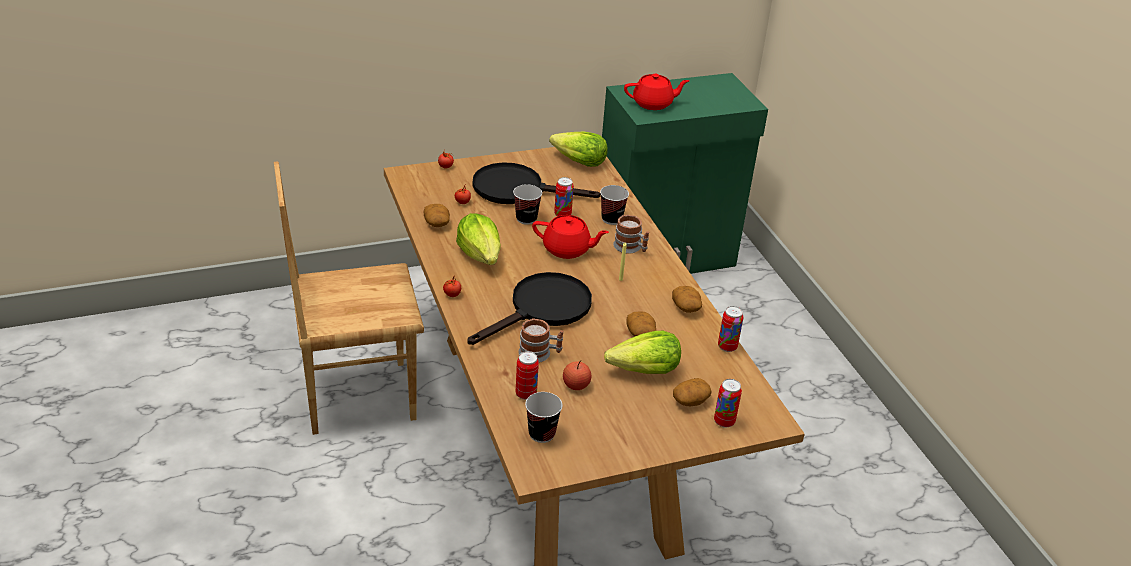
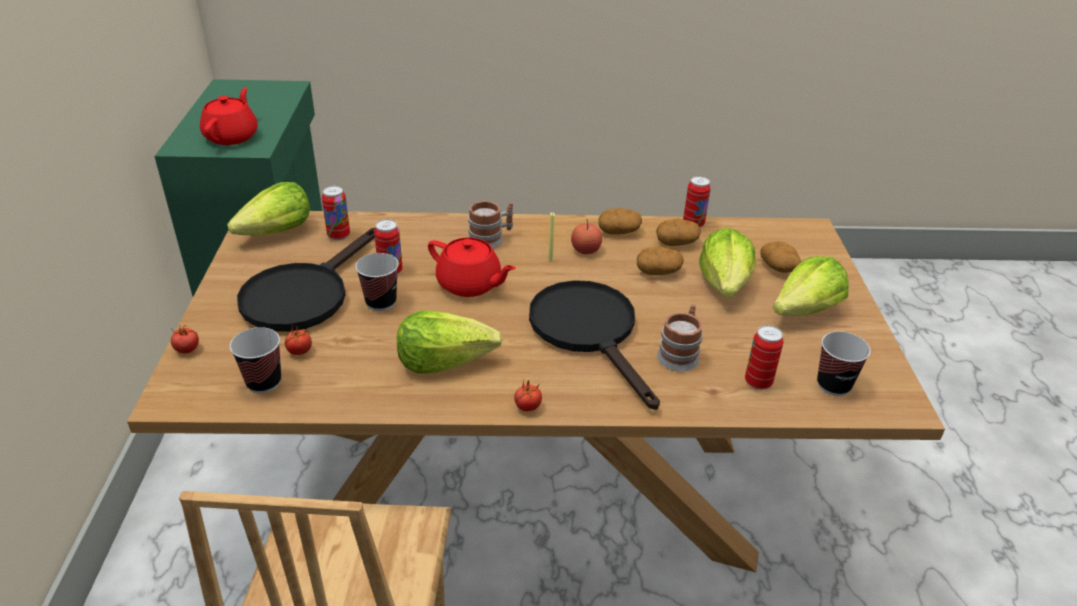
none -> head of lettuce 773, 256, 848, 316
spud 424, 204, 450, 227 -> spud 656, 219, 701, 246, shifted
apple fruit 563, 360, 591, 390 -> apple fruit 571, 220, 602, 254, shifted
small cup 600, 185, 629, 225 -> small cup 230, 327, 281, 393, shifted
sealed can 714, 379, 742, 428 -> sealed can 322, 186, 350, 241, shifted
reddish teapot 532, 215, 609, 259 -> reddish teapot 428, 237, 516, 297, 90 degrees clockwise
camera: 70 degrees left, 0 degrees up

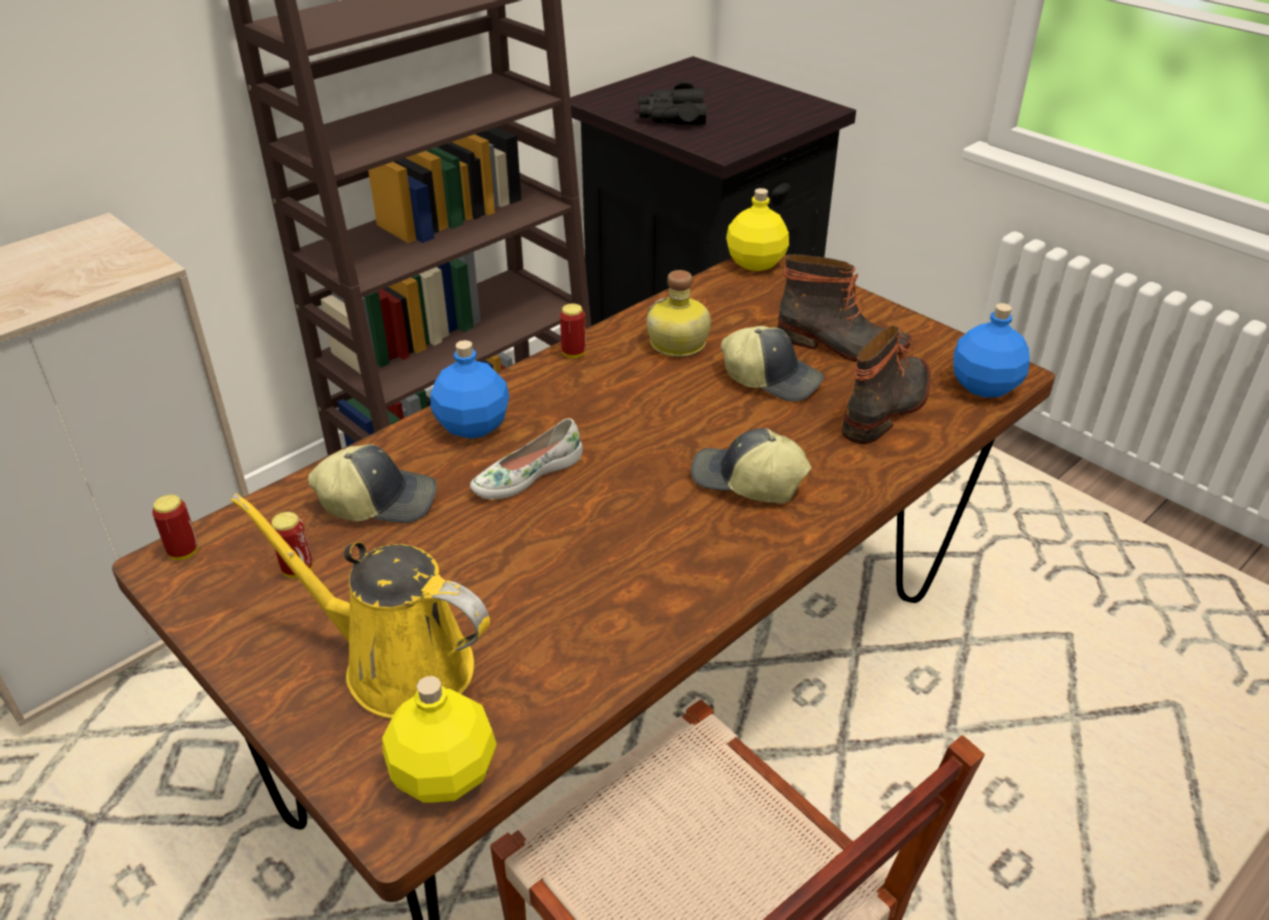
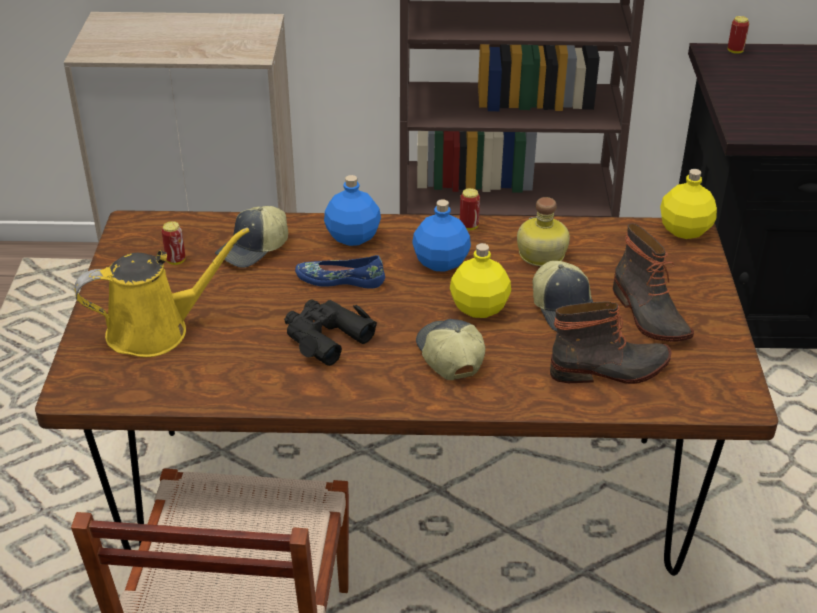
sealed can 152, 495, 199, 560 -> sealed can 728, 16, 749, 54, shifted
yellow-coloured beverage bottle 382, 676, 497, 803 -> yellow-coloured beverage bottle 450, 243, 511, 318, shifted
black binoculars 639, 82, 707, 125 -> black binoculars 284, 299, 377, 366, shifted
blue beverage bottle 953, 303, 1030, 398 -> blue beverage bottle 412, 199, 471, 272, shifted
white item of footwear 470, 418, 583, 499 -> blue item of footwear 295, 255, 385, 289
yellow-coloured sprinkling can 230, 493, 490, 719 -> yellow-coloured sprinkling can 74, 227, 250, 357, 90 degrees clockwise
baseball cap 308, 444, 437, 523 -> baseball cap 215, 206, 288, 268, 90 degrees clockwise
camera: 45 degrees right, 0 degrees up

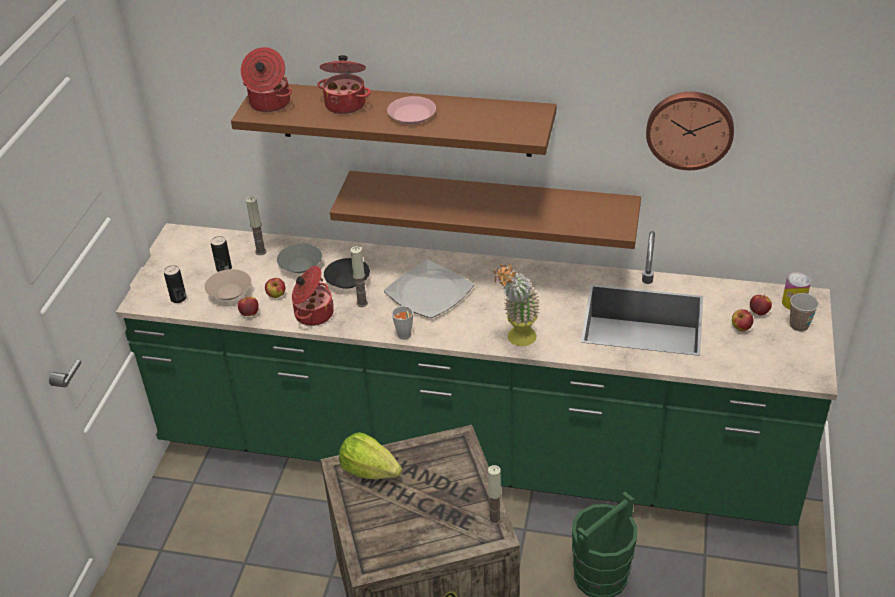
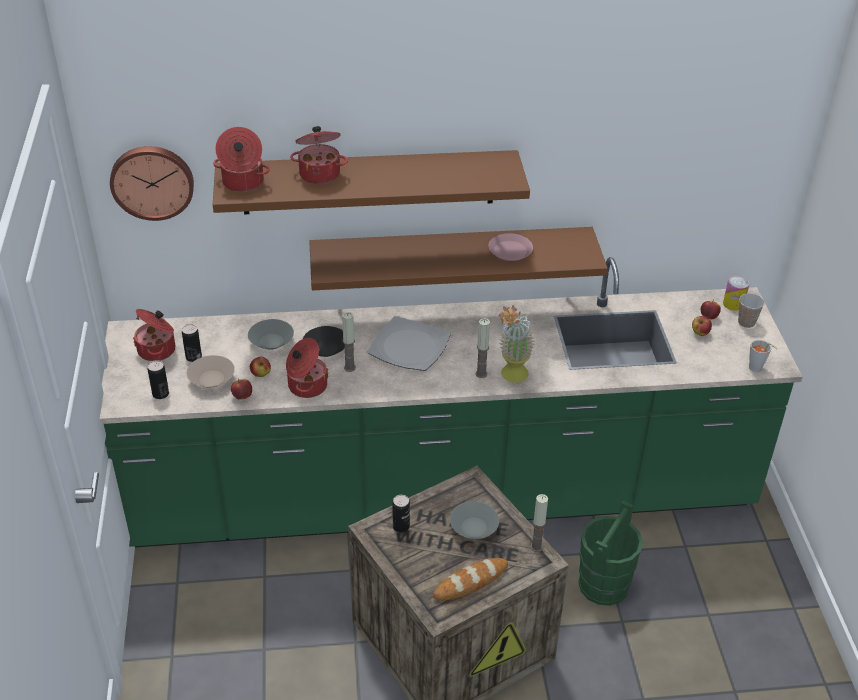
none -> stockpot 133, 309, 175, 361
none -> bread 433, 558, 508, 601
none -> grey serving bowl 450, 501, 499, 539
wax candle 246, 196, 266, 255 -> wax candle 476, 318, 490, 378, shifted
pinkish flat dish 387, 96, 436, 124 -> pinkish flat dish 488, 233, 533, 261, shifted
grey small cup 392, 306, 413, 340 -> grey small cup 749, 340, 778, 372, shifted
hanging clock 646, 92, 734, 170 -> hanging clock 110, 146, 194, 221, shifted
head of lettuce 339, 432, 402, 479 -> sealed can 393, 495, 410, 533
camera: 20 degrees left, 0 degrees up

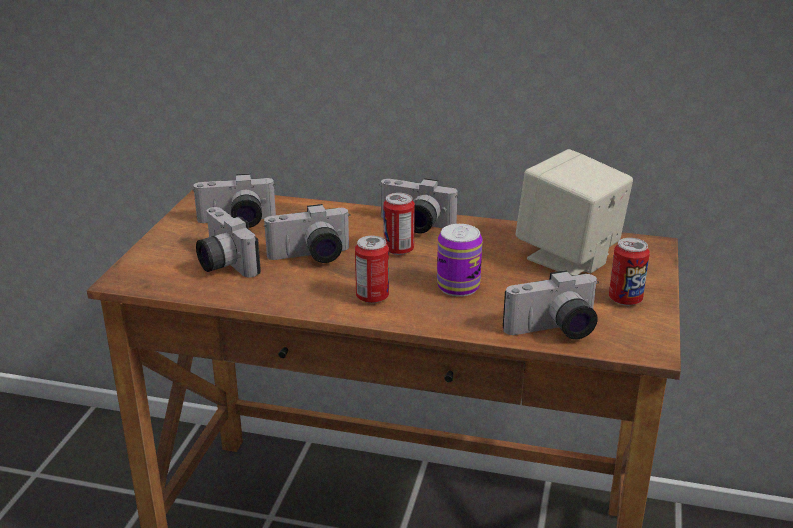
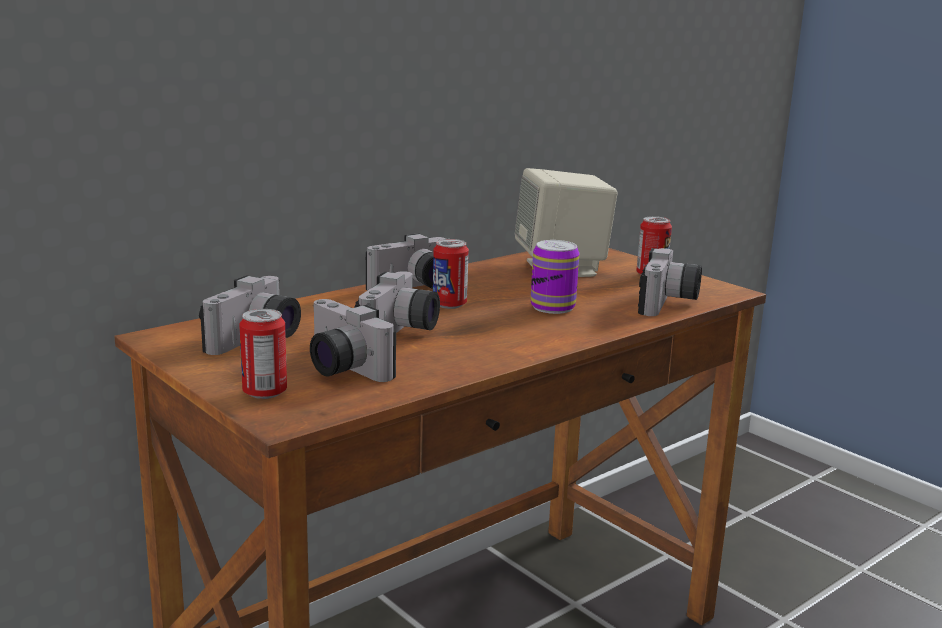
sealed can 355, 236, 389, 303 -> sealed can 239, 309, 287, 399, shifted
photo camera 196, 207, 261, 277 -> photo camera 310, 299, 396, 382, 45 degrees clockwise
camera: 55 degrees left, 10 degrees down

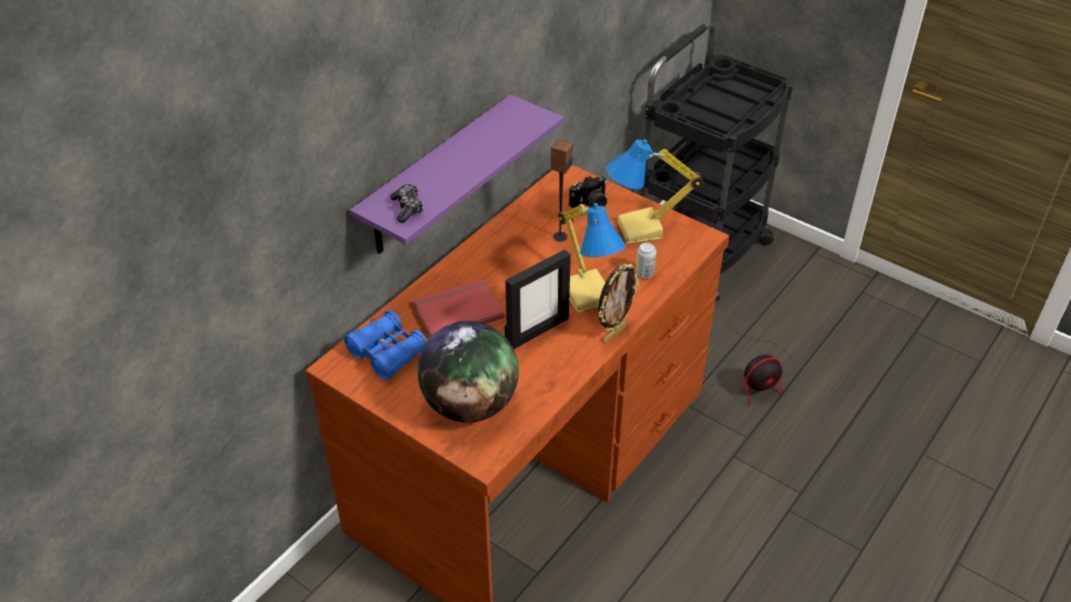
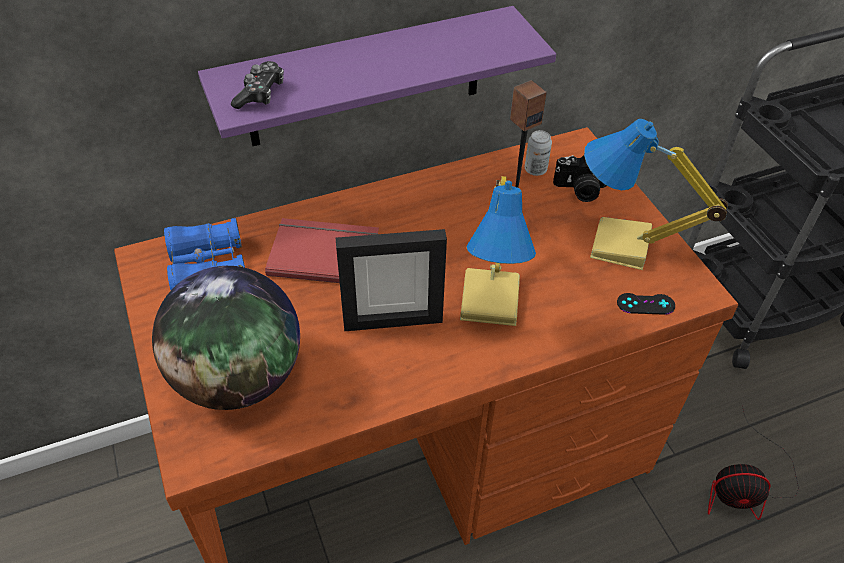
picture frame 598, 263, 639, 343 -> none
none -> black gamepad 617, 293, 675, 315
sealed can 636, 242, 656, 278 -> sealed can 525, 130, 552, 176, shifted
camera: 30 degrees right, 5 degrees up

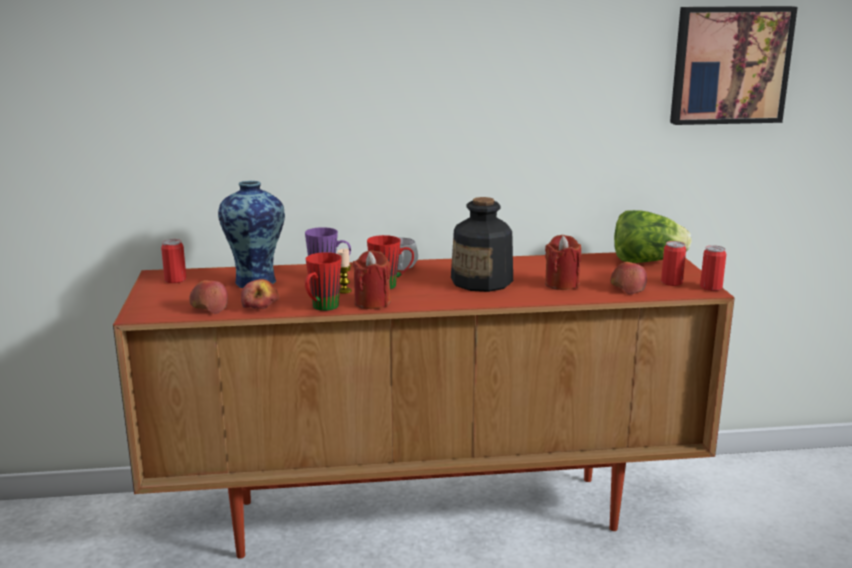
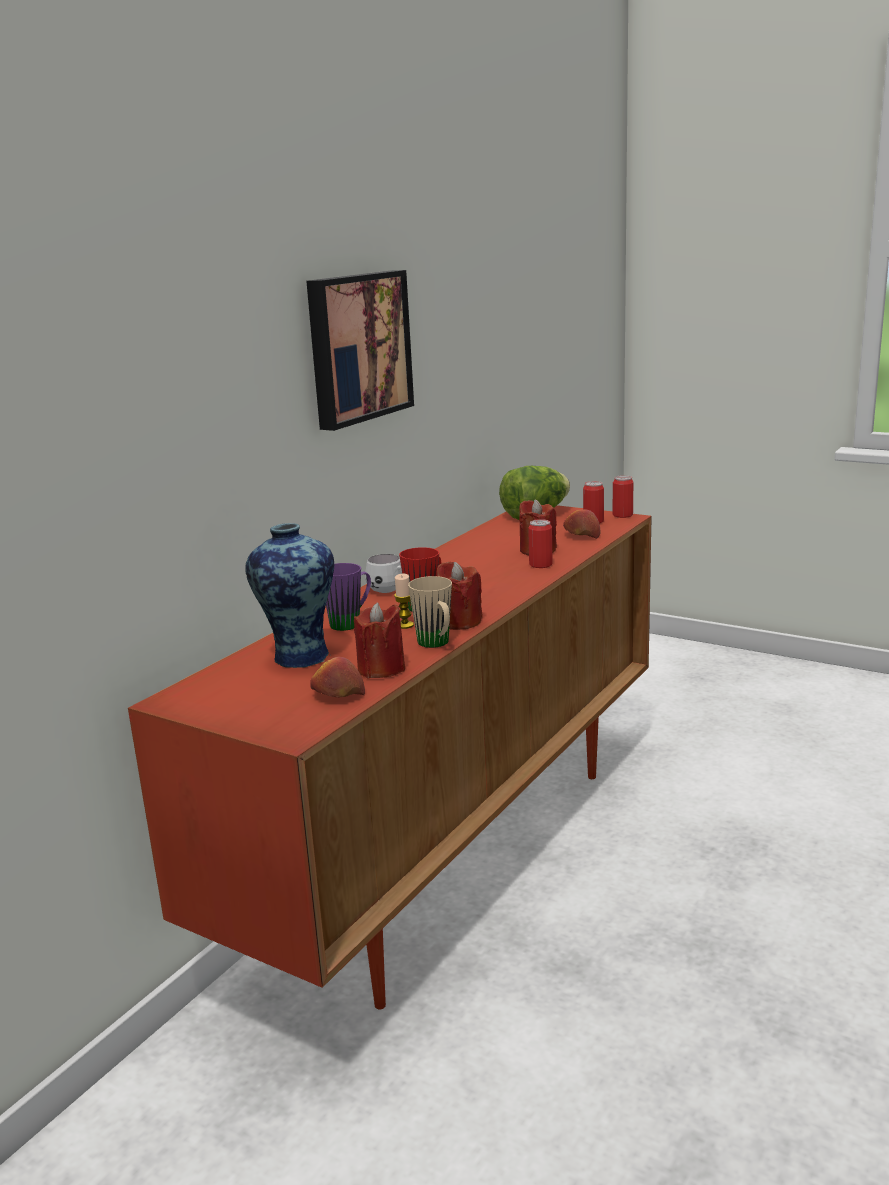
beverage bottle 451, 197, 513, 292 -> none
sealed can 161, 239, 186, 283 -> sealed can 528, 519, 553, 568, shifted
wall picture 670, 6, 798, 125 -> wall picture 306, 270, 414, 431, shifted
apple fruit 241, 279, 279, 309 -> reddish wax candle 354, 602, 405, 678
reddish mug 305, 252, 342, 311 -> beige-coloured mug 408, 576, 452, 648
camera: 50 degrees left, 0 degrees up

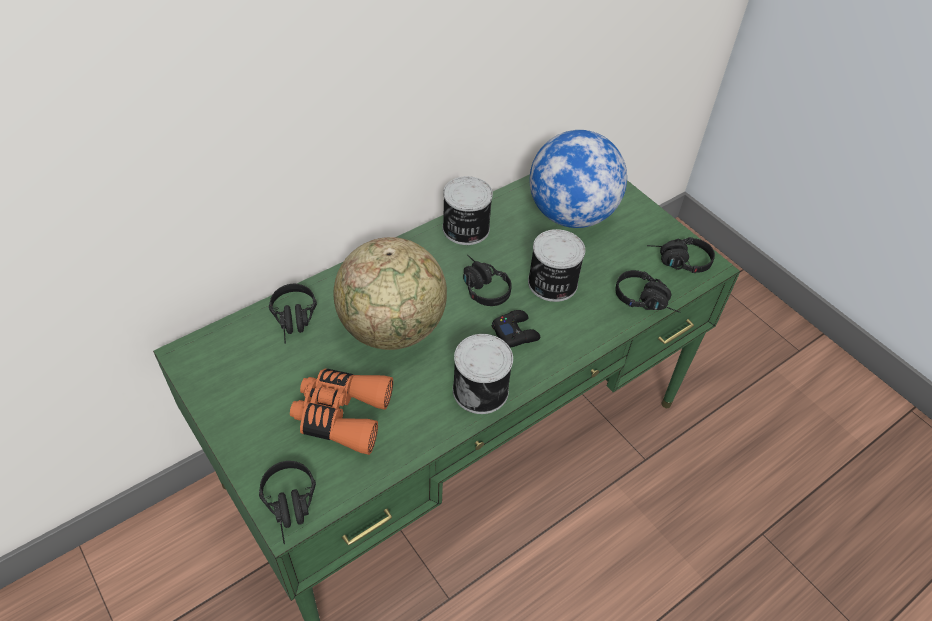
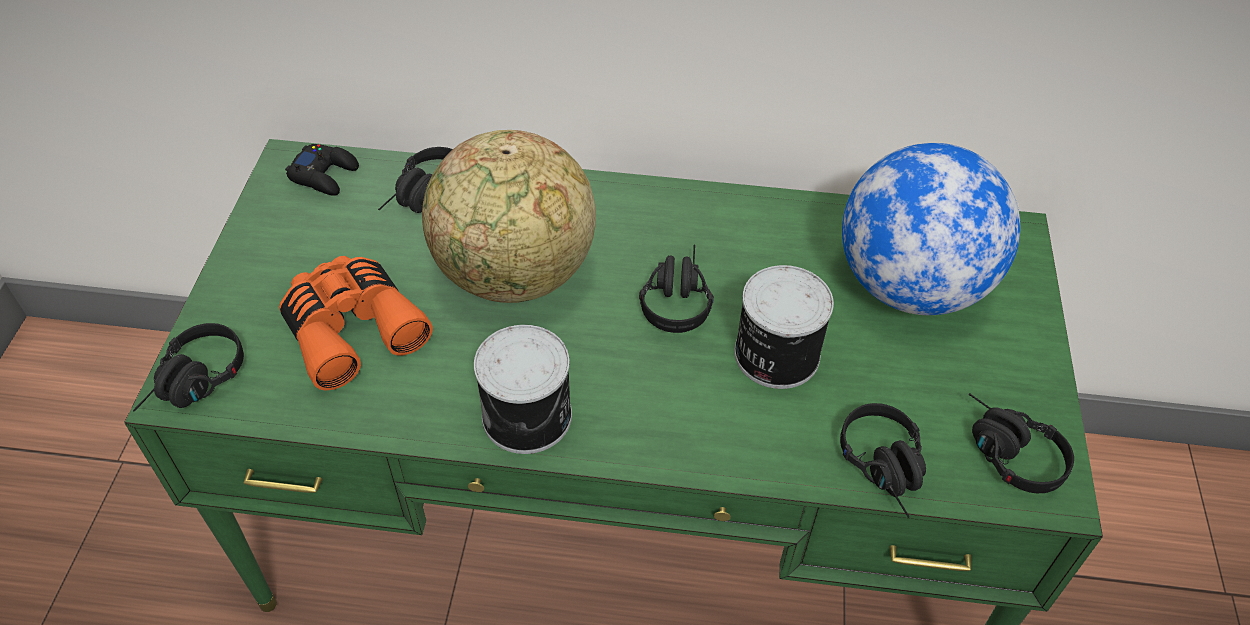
sealed can 443, 176, 493, 245 -> none
black gamepad 492, 310, 540, 347 -> black gamepad 285, 144, 359, 196, shifted
camera: 45 degrees right, 0 degrees up

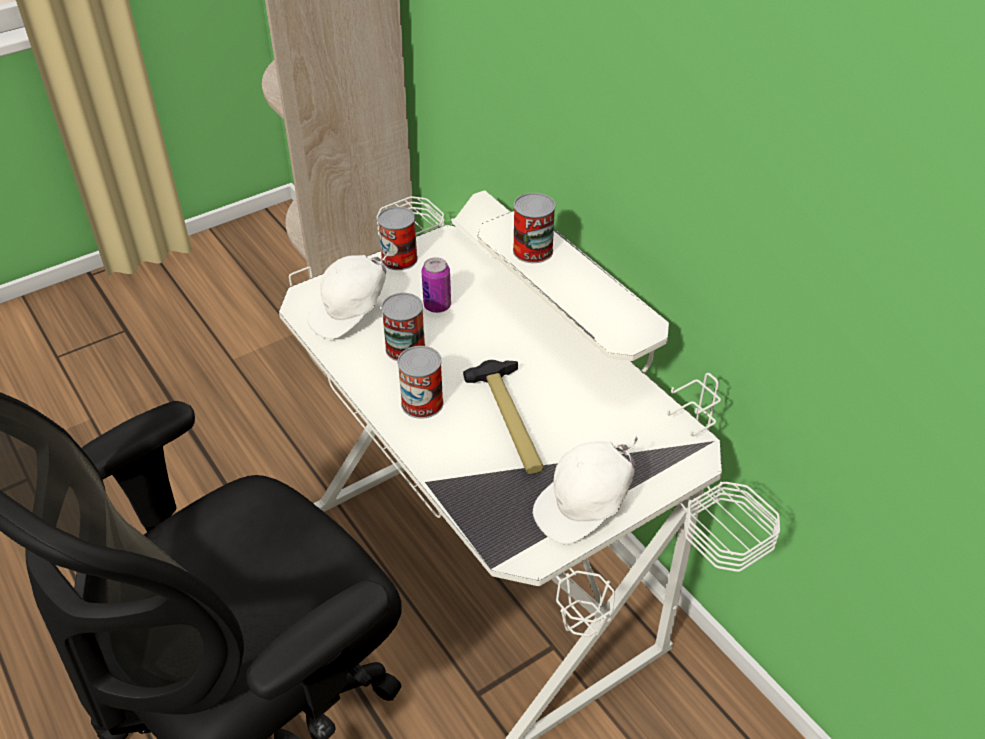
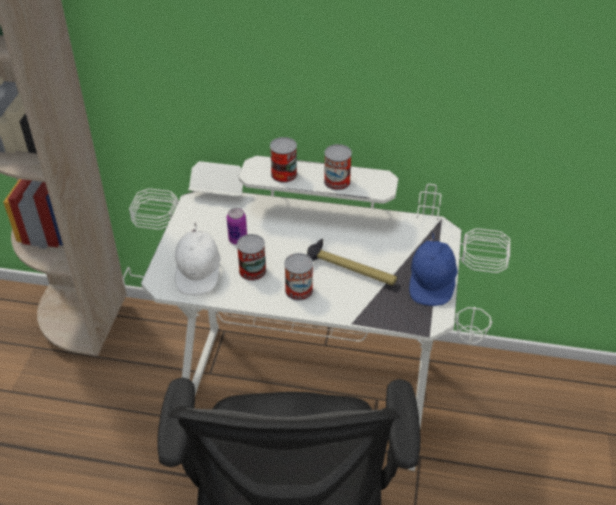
sealed can 377, 207, 418, 270 -> sealed can 324, 144, 352, 190, shifted
white baseball cap 533, 436, 639, 544 -> blue baseball cap 409, 231, 458, 306
camera: 45 degrees left, 0 degrees up

